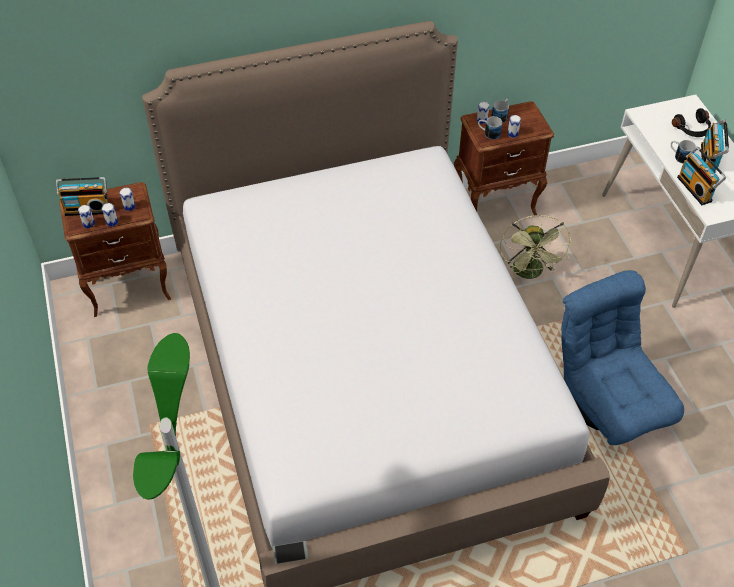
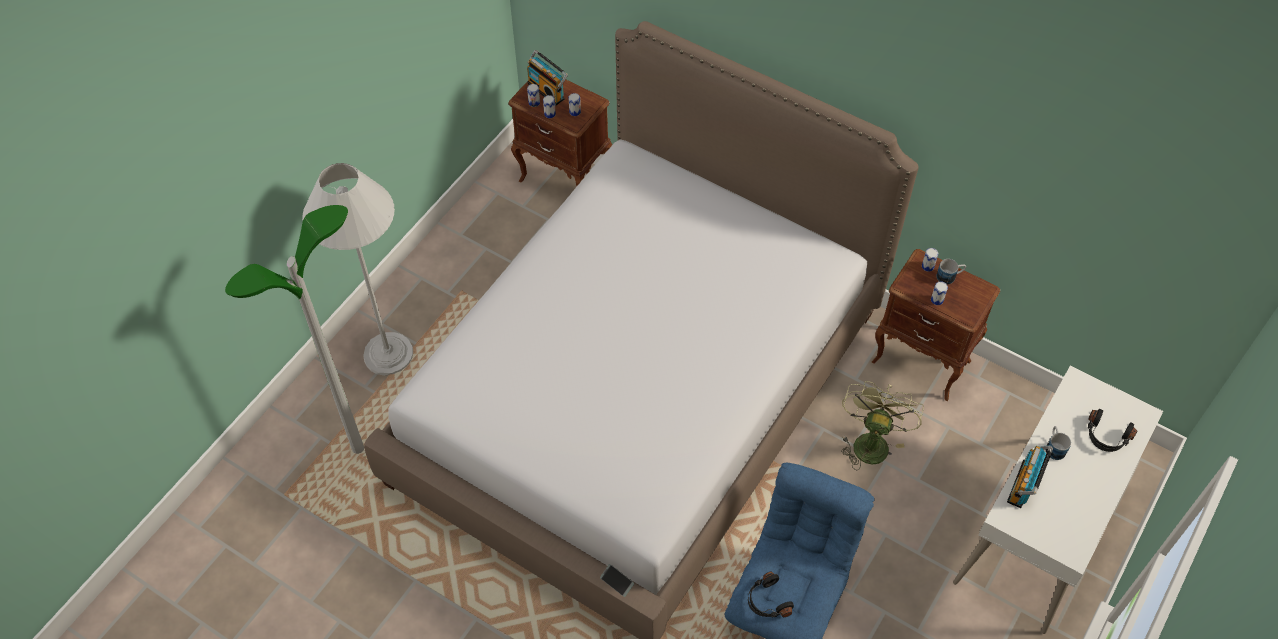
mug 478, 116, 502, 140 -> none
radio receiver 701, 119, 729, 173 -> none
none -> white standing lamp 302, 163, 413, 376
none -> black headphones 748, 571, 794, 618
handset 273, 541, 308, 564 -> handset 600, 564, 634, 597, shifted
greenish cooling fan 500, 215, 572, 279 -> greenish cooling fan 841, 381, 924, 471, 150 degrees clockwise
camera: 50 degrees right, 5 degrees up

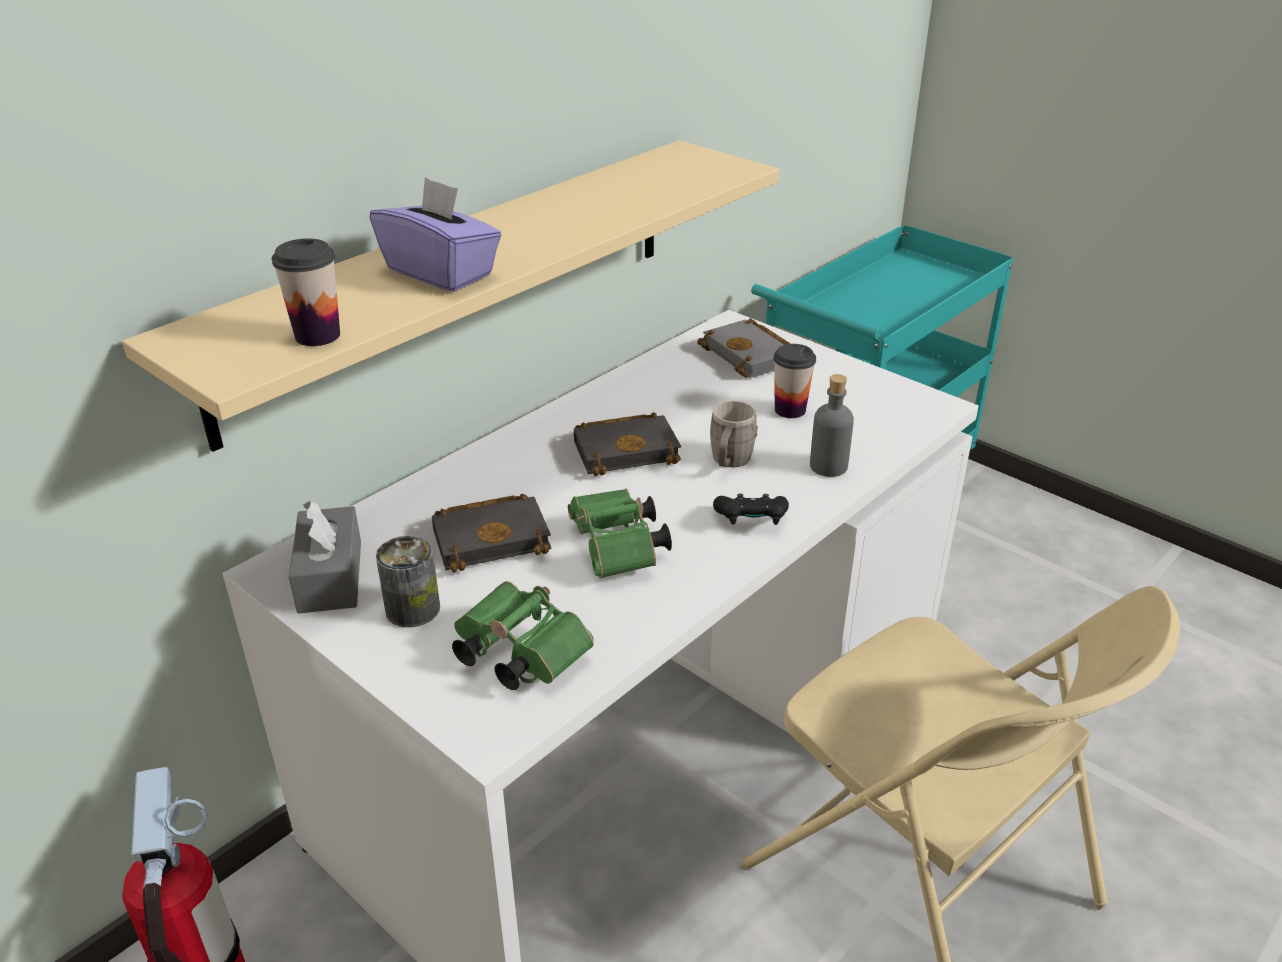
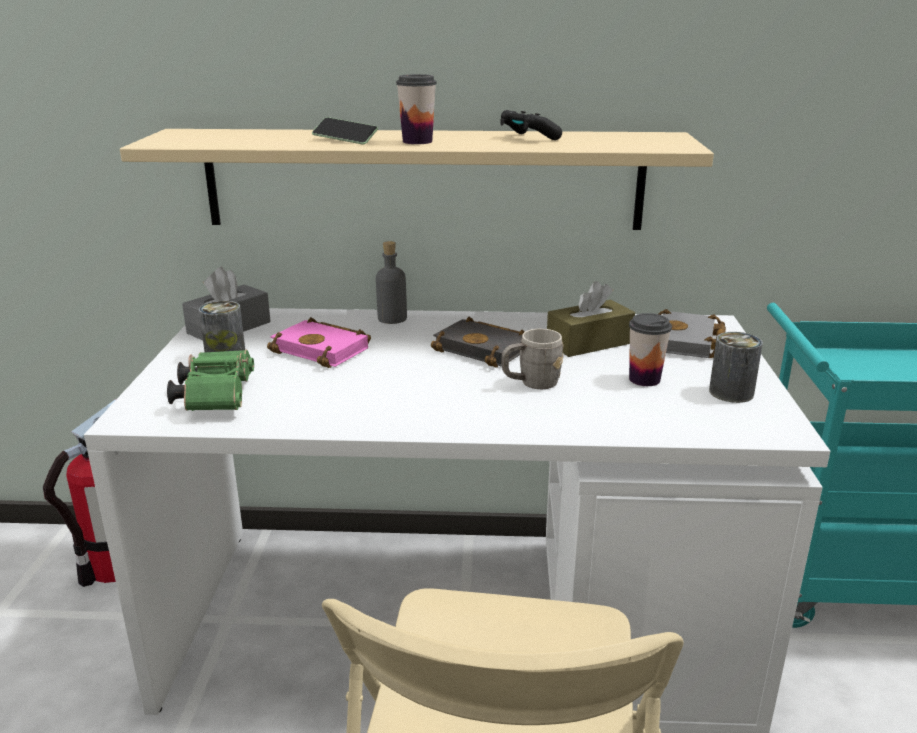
greenish binoculars 568, 489, 672, 578 -> none
none -> brown-coloured tissue holder 547, 281, 635, 357
none -> sealed can 709, 332, 763, 403
small cup 272, 238, 340, 346 -> small cup 396, 74, 437, 144, shifted
black gamepad 713, 494, 789, 525 -> black gamepad 500, 110, 562, 140, shifted
grey beverage bottle 810, 374, 854, 477 -> grey beverage bottle 376, 241, 407, 324, shifted
purple-coloured tissue holder 369, 177, 502, 292 -> handset 312, 117, 378, 145
black volume 432, 494, 552, 572 -> pinkish volume 267, 317, 371, 368
camera: 50 degrees right, 10 degrees down

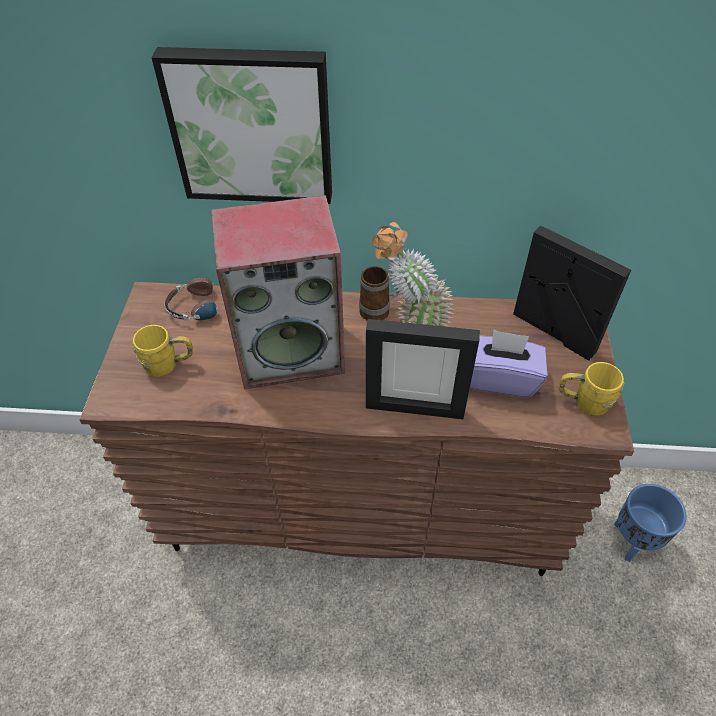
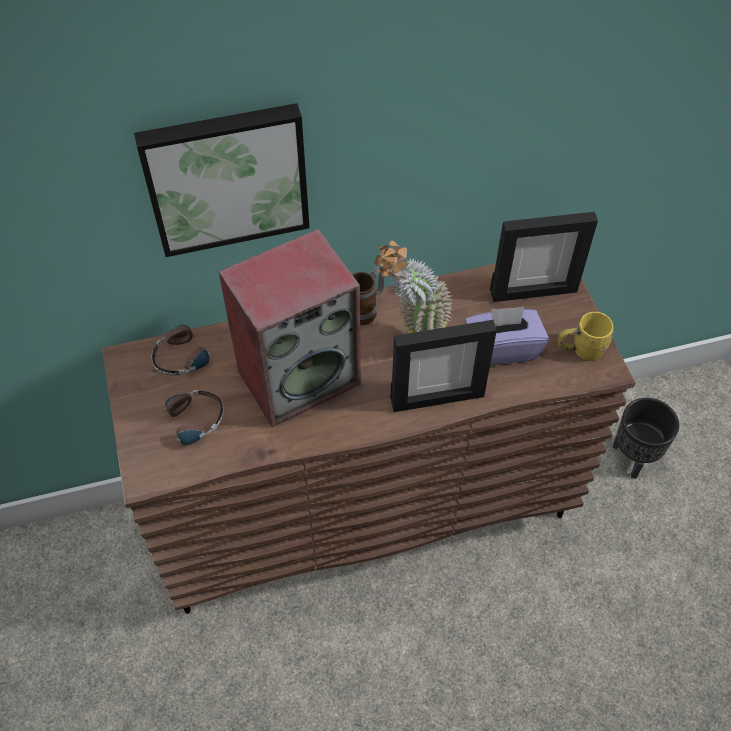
yellow-coloured mug 132, 325, 193, 377 -> headphones 140, 390, 224, 445
blue planter 614, 484, 686, 562 -> black planter 613, 398, 679, 478
picture frame 513, 226, 631, 361 -> picture frame 490, 212, 598, 302, 150 degrees clockwise
camera: 20 degrees left, 5 degrees up

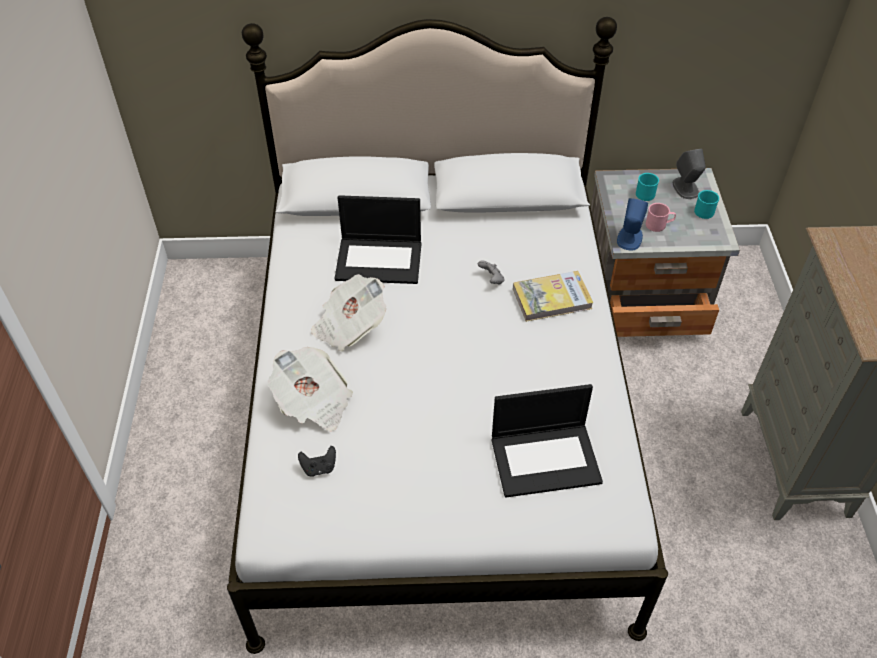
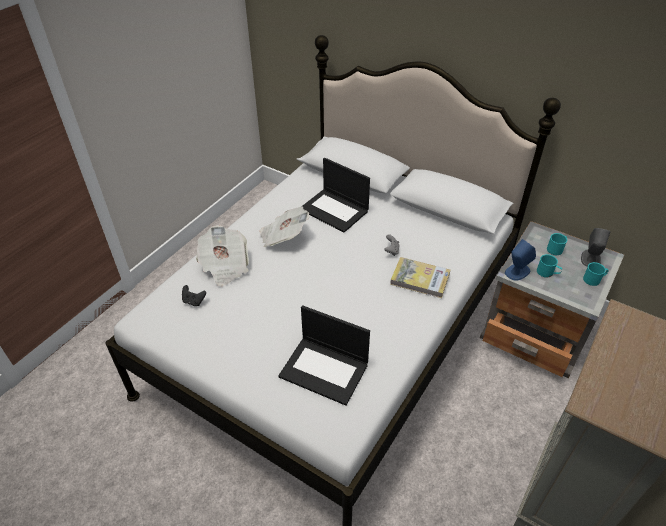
pinkish mug 646, 203, 676, 232 -> blue-green mug 537, 254, 562, 278
camera: 35 degrees right, 5 degrees down

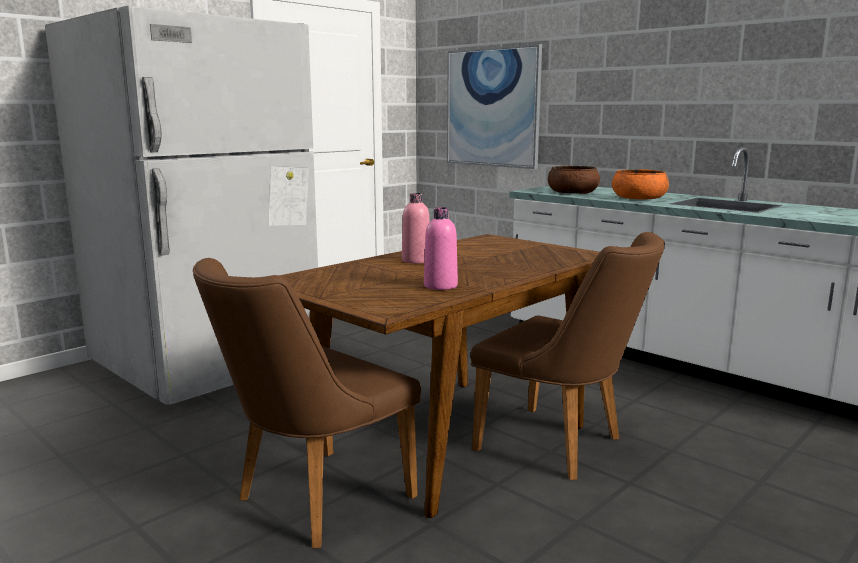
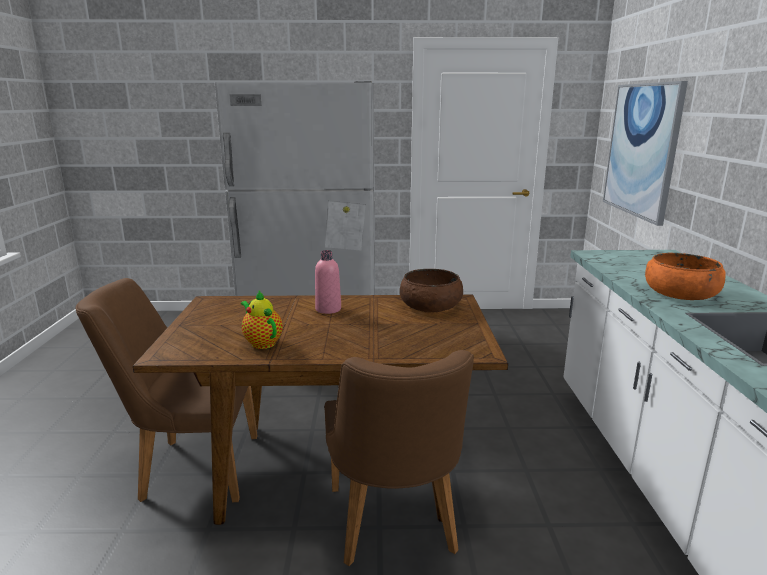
brown-coloured serving bowl 548, 166, 600, 194 -> brown-coloured serving bowl 400, 269, 463, 313, shifted
pinkish beverage bottle 424, 207, 458, 290 -> teapot 241, 291, 283, 349
camera: 45 degrees right, 5 degrees up

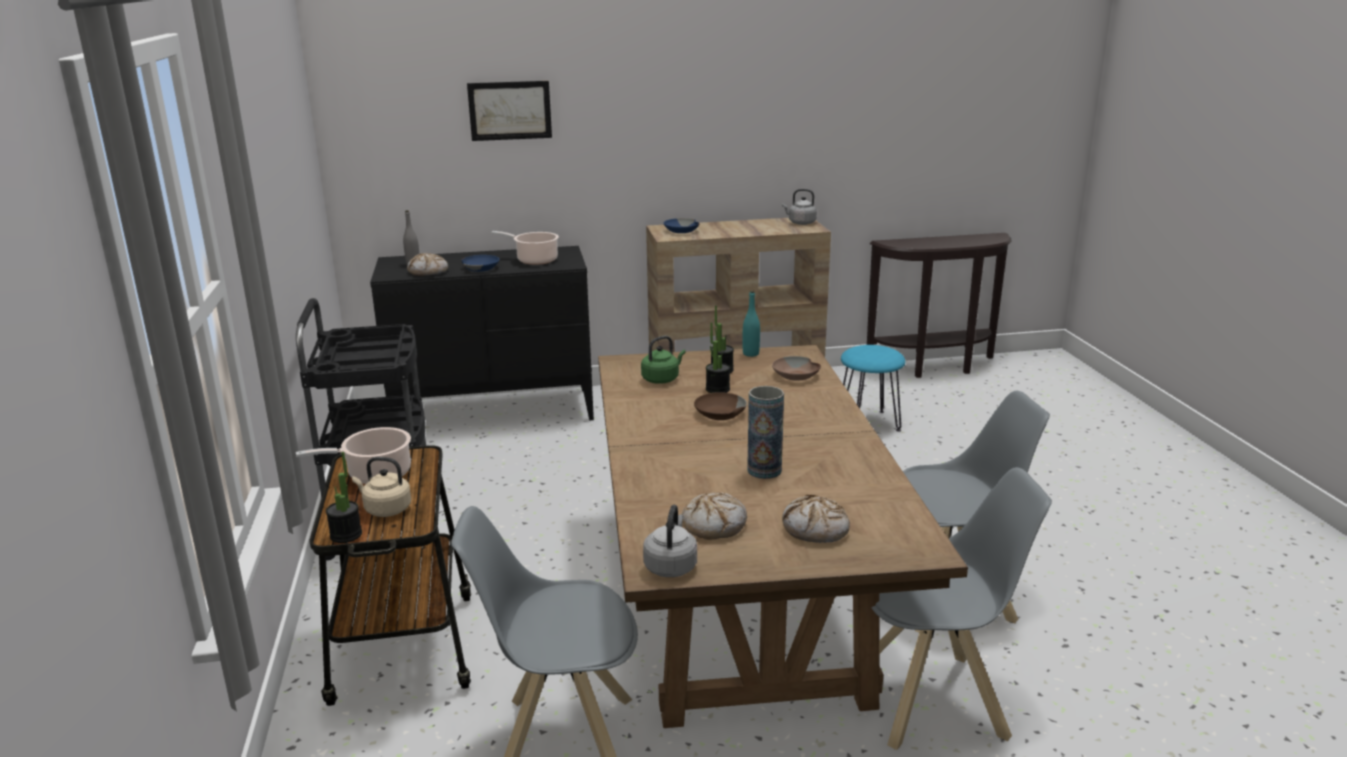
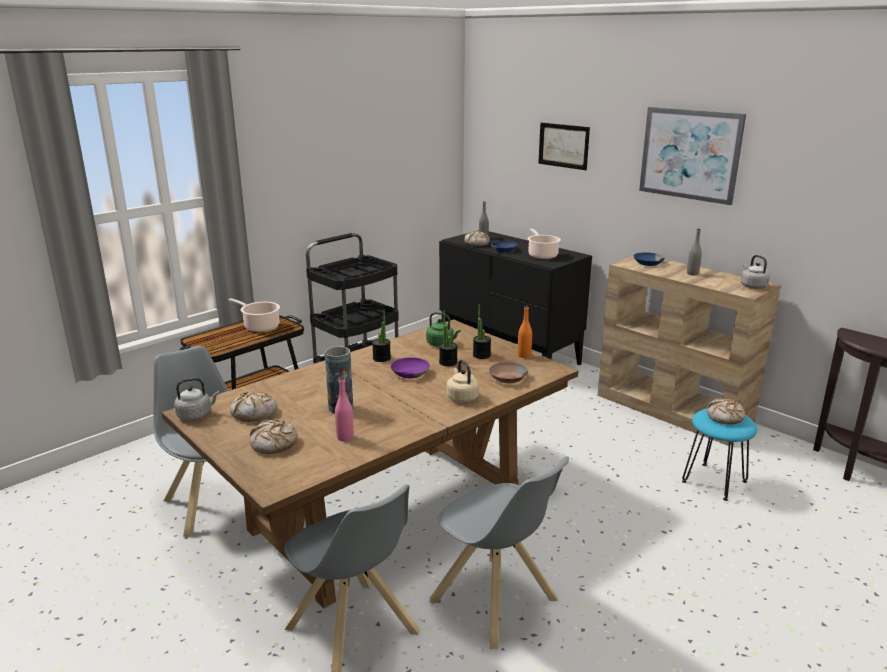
none -> pinkish beverage bottle 335, 377, 354, 442
none -> wall picture 639, 107, 746, 205
none -> grey beverage bottle 687, 229, 702, 275
none -> bread 707, 398, 745, 425
potted plant 326, 452, 362, 543 -> potted plant 372, 309, 391, 362, shifted
beige-coloured kettle 352, 457, 411, 517 -> beige-coloured kettle 447, 360, 479, 402, shifted
brown-coloured serving bowl 694, 392, 747, 420 -> purple-coloured serving bowl 391, 357, 430, 378
blue-green beverage bottle 743, 291, 760, 357 -> orange-coloured beverage bottle 518, 305, 532, 358
camera: 55 degrees right, 0 degrees up

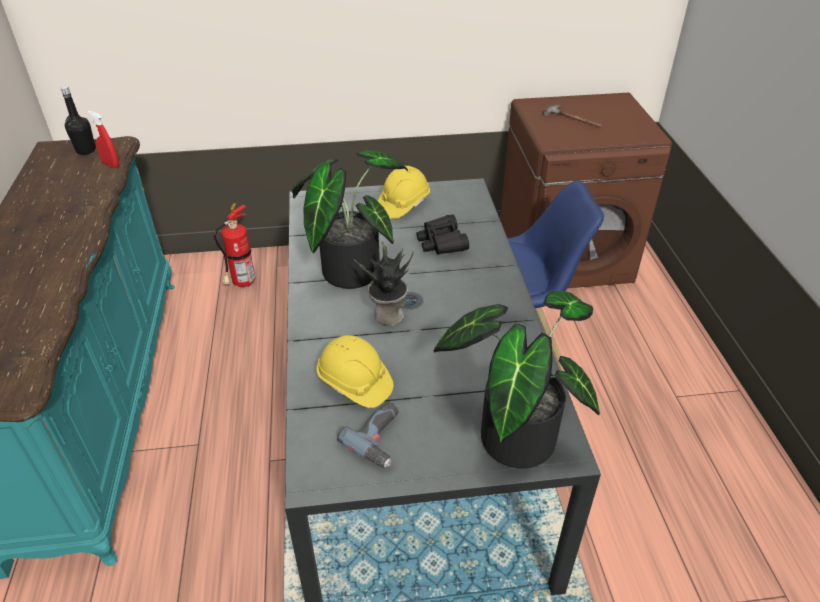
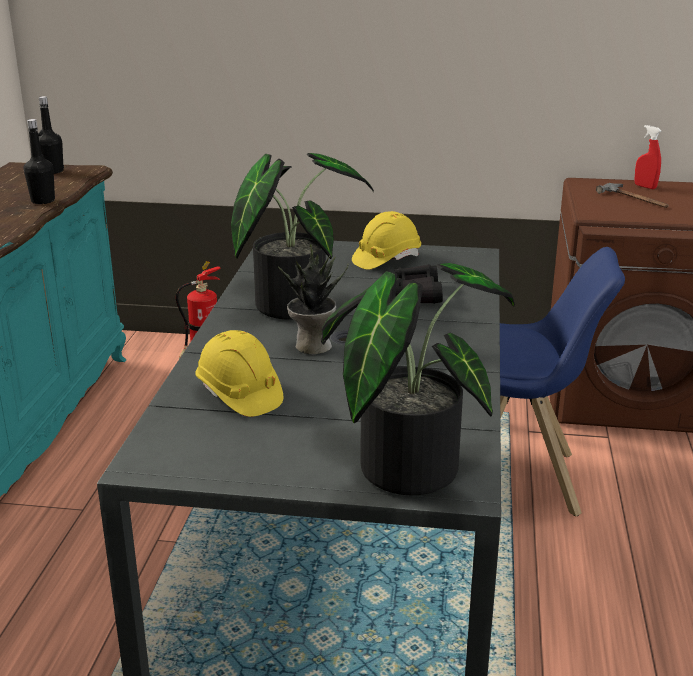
drill 337, 402, 398, 468 -> none
none -> black beverage bottle 24, 119, 55, 204
reddish spray bottle 88, 111, 120, 168 -> reddish spray bottle 635, 125, 661, 189, shifted
camera: 15 degrees right, 15 degrees down

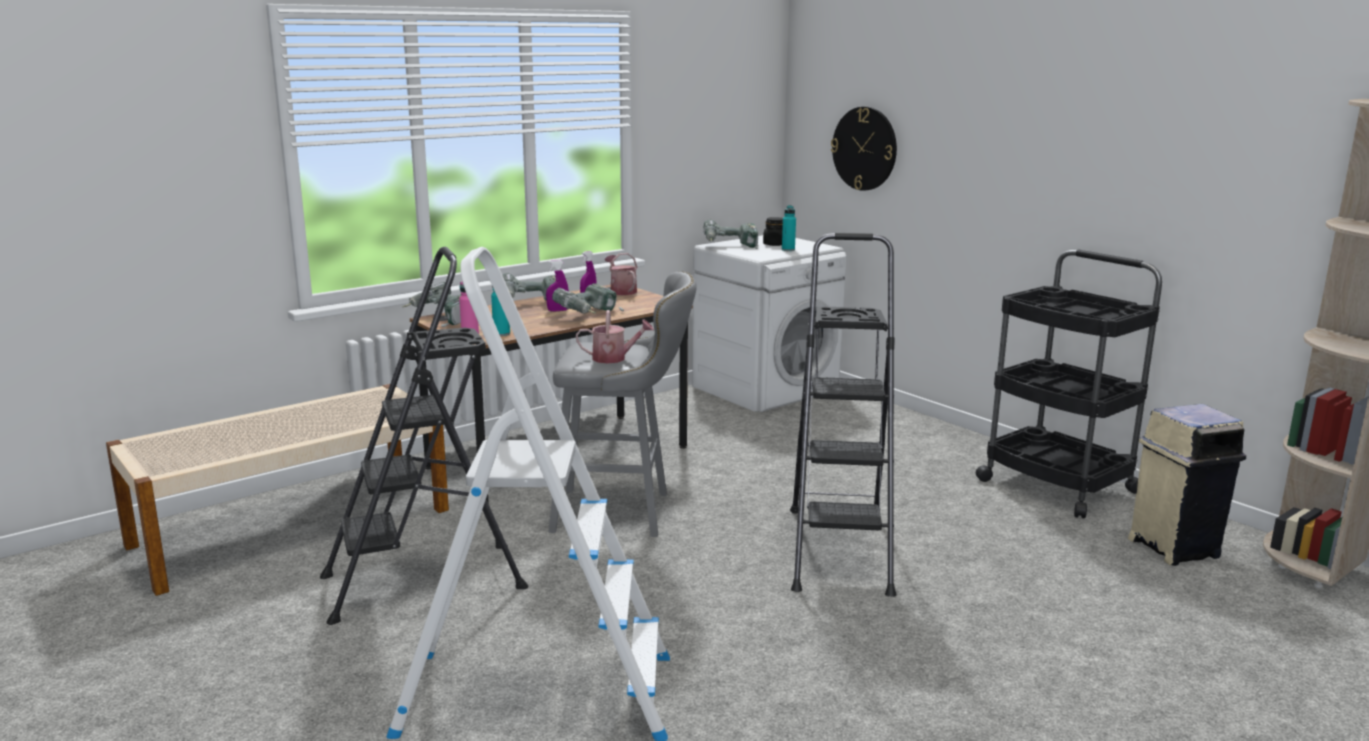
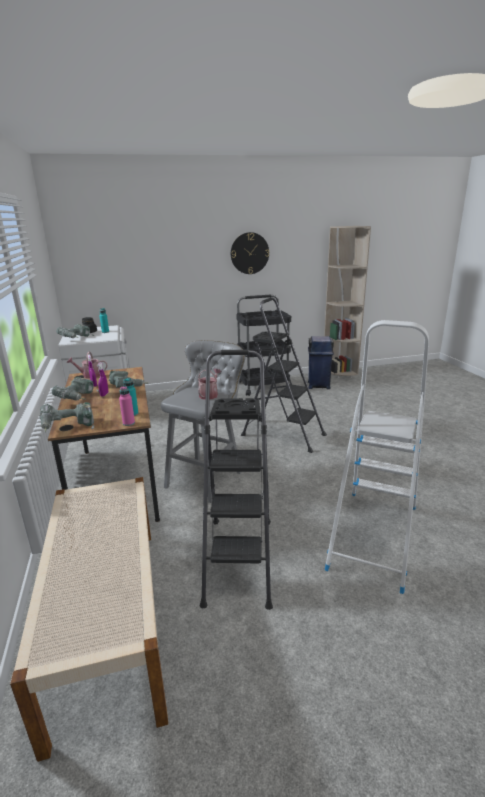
hanging clock 831, 107, 897, 191 -> hanging clock 231, 232, 269, 274, shifted
beige-coloured waste bin 1128, 404, 1246, 566 -> blue waste bin 308, 336, 334, 389
camera: 65 degrees left, 5 degrees up

